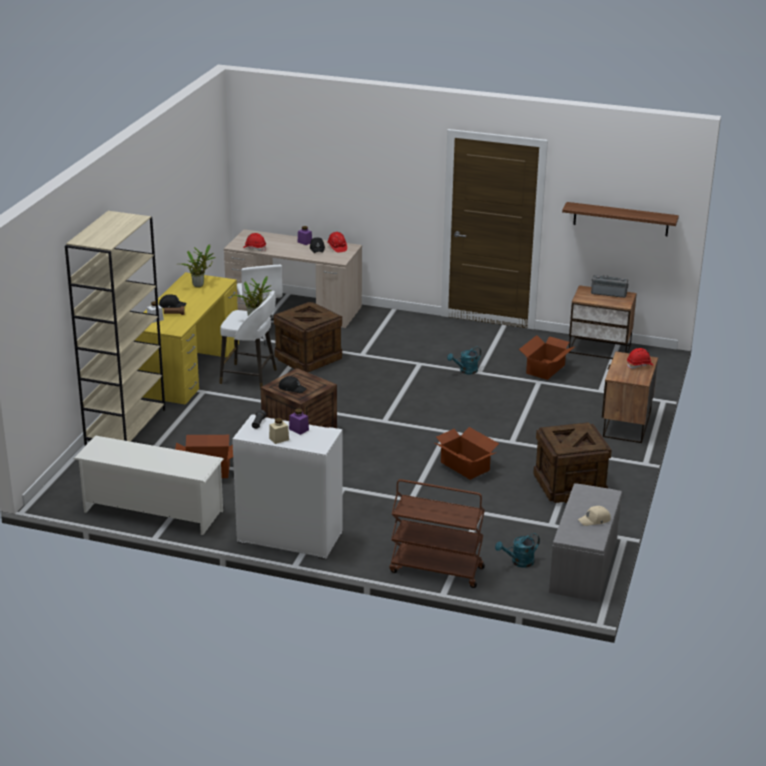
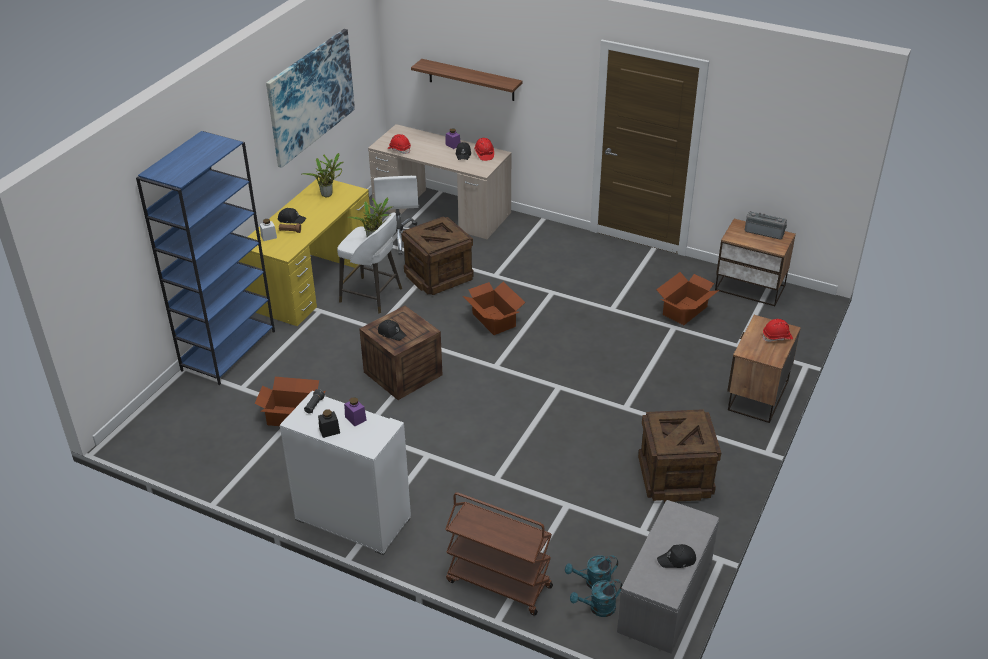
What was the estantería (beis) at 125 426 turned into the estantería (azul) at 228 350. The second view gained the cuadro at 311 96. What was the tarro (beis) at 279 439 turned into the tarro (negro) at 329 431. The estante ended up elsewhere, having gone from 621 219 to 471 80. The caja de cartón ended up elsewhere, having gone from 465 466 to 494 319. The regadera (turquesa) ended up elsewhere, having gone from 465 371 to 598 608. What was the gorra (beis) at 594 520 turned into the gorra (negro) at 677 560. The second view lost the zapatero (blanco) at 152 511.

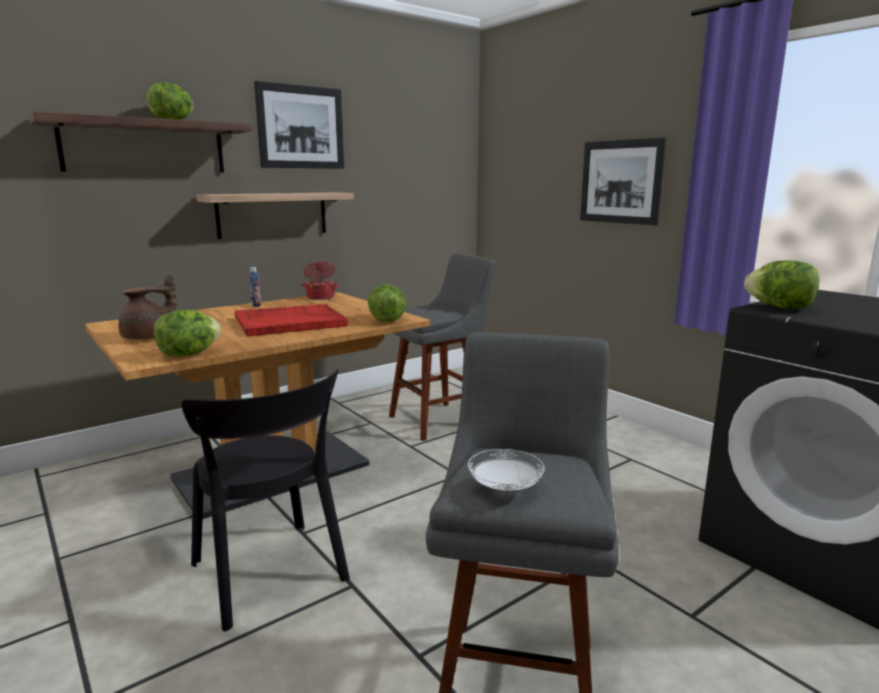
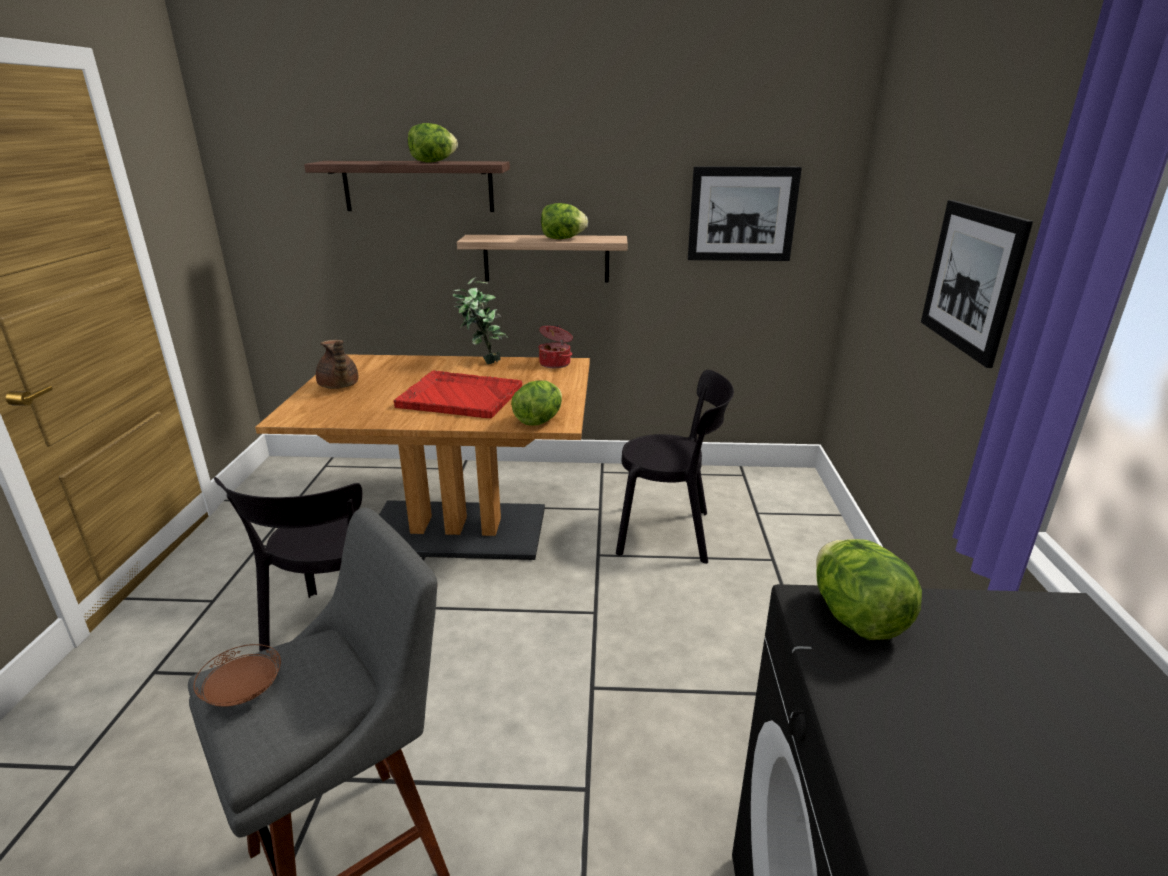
What was the plato (blanco) at 504 488 turned into the plato (marrón) at 243 691. The tetera (marrón) at 149 337 ended up facing another way, 60 degrees clockwise from before. Where the botella stood at 256 305, the planta en maceta came to stand at 482 362. The lechuga ended up elsewhere, having gone from 189 354 to 562 239. Where the taburete (gris) stood at 440 419, the silla (negro) came to stand at 669 533. The cuadro ended up elsewhere, having gone from 301 127 to 742 214.

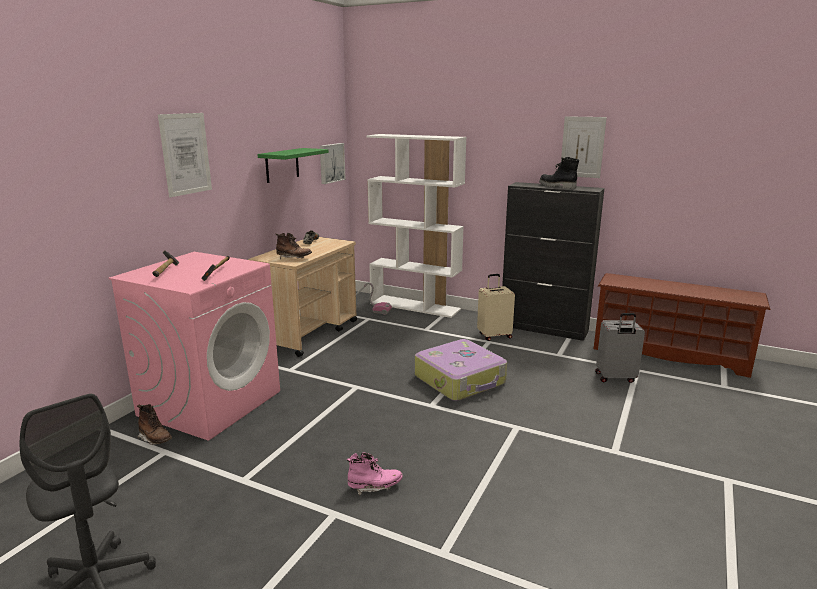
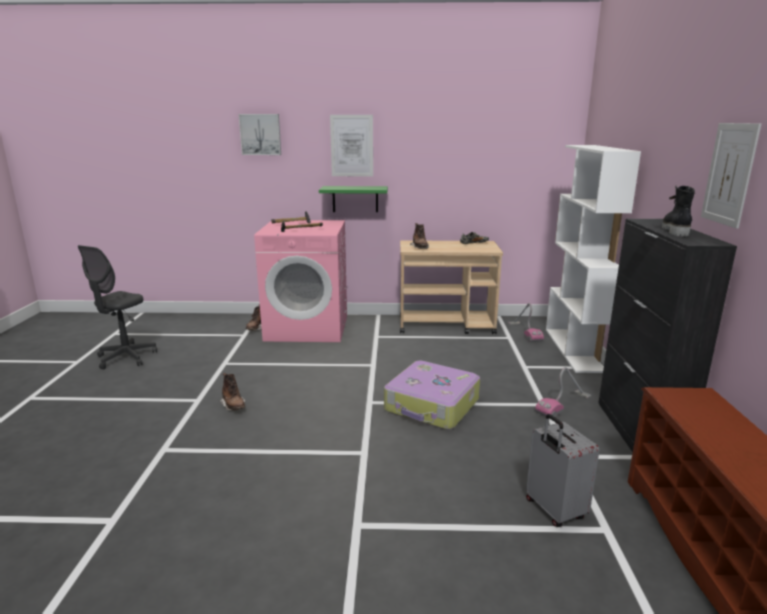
What was the bota (rosa) at 374 487 turned into the bota (marrón) at 234 406. The cuadro ended up elsewhere, having gone from 331 163 to 260 134. The estante (verde) ended up elsewhere, having gone from 282 165 to 355 199. Where the maleta (beis) stood at 494 336, the aspiradora came to stand at 564 405.

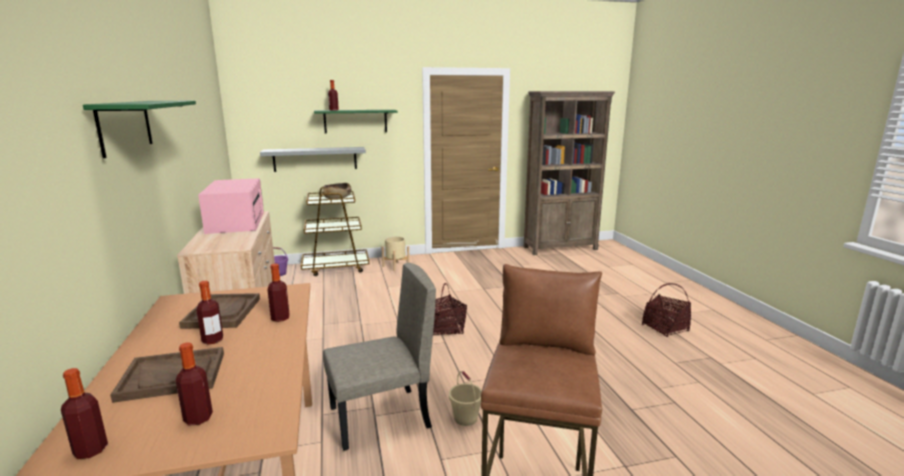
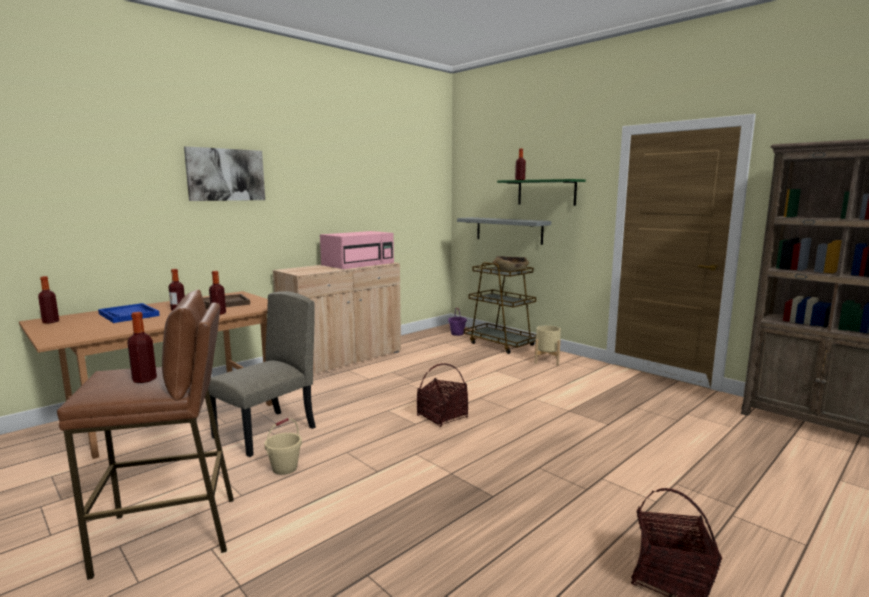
What was the bandeja (marrón) at 173 376 turned into the bandeja (azul) at 129 315. The botella ended up elsewhere, having gone from 198 418 to 144 380. Where the estante (verde) hung at 125 126, the cuadro came to hang at 226 174. The silla (beis) at 380 418 ended up facing another way, 90 degrees counterclockwise from before.

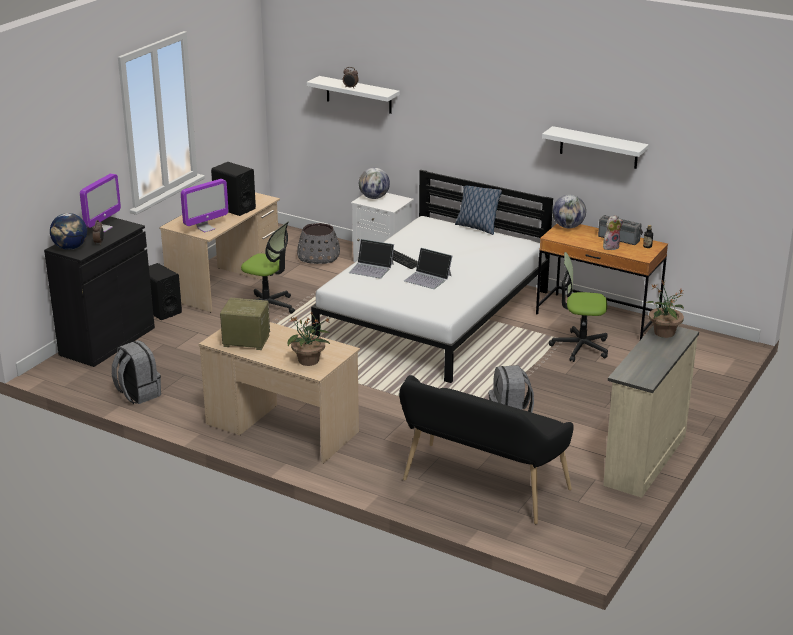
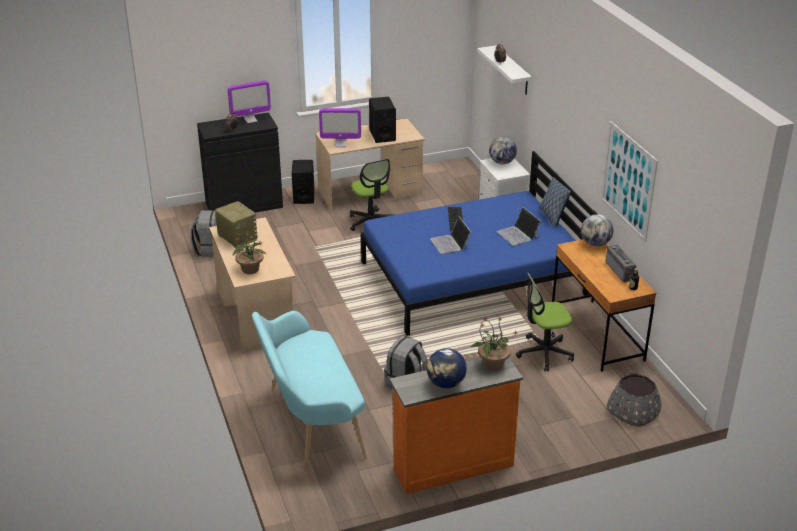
What was the banco (negro) at 480 487 turned into the banco (turquesa) at 310 423. What was the cama (blanco) at 434 316 turned into the cama (azul) at 472 279. What was the cómoda (beis) at 643 460 turned into the cómoda (naranja) at 452 466. The globo terráqueo ended up elsewhere, having gone from 70 248 to 446 383. The portátil ended up elsewhere, having gone from 371 268 to 518 234. The silla de oficina at 580 347 ended up facing another way, 60 degrees counterclockwise from before. Where the estante (blanco) hung at 598 148, the cuadro came to hang at 628 181. The maceta (gris) ended up elsewhere, having gone from 318 257 to 633 411. The second view lost the peluche at 611 246.

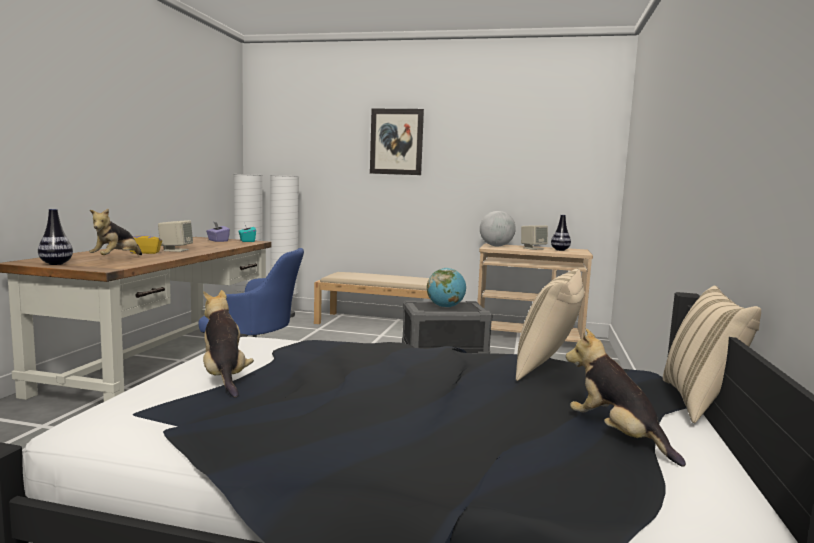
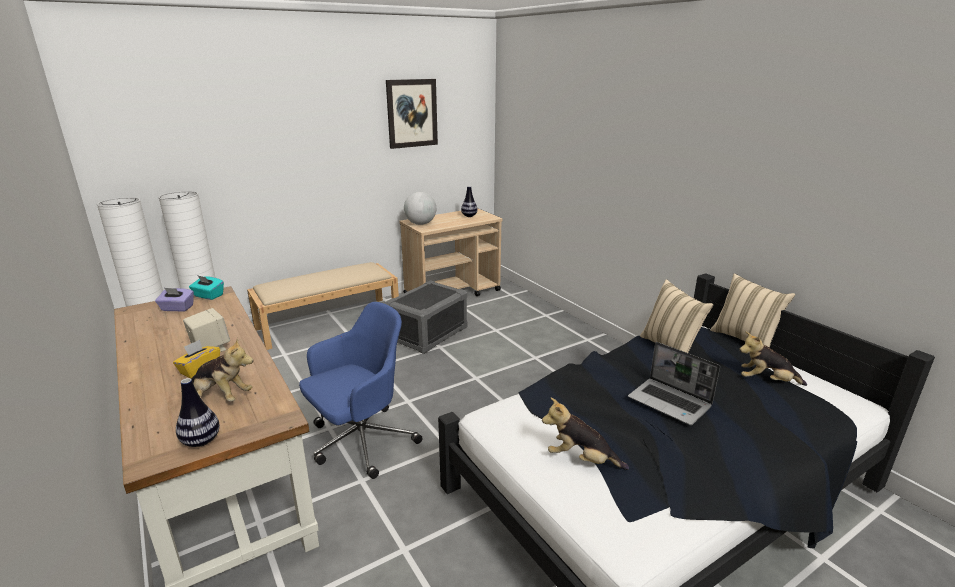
The peluche at 116 259 ended up facing another way, 45 degrees counterclockwise from before. The cuadro ended up elsewhere, having gone from 396 142 to 412 113. The second view gained the portátil at 670 402. The second view lost the globo terráqueo at 445 307. The second view lost the altavoz (beis) at 533 248.

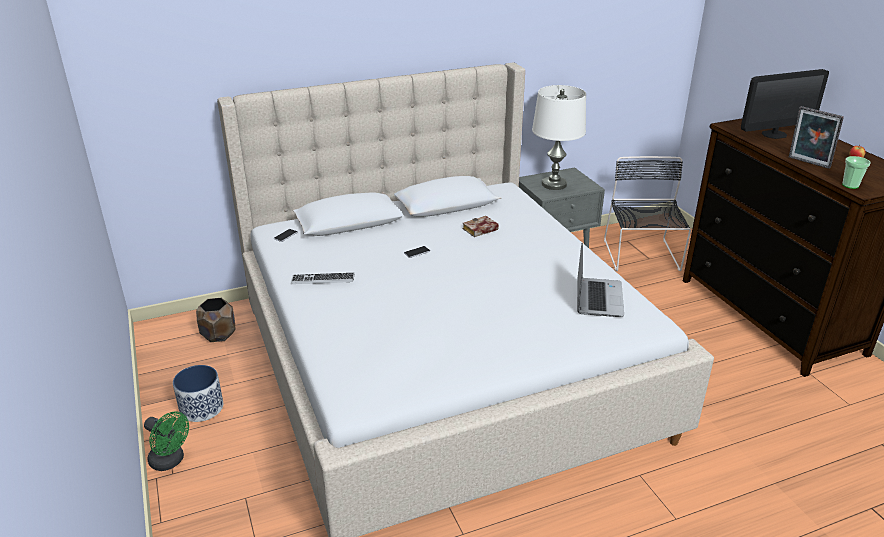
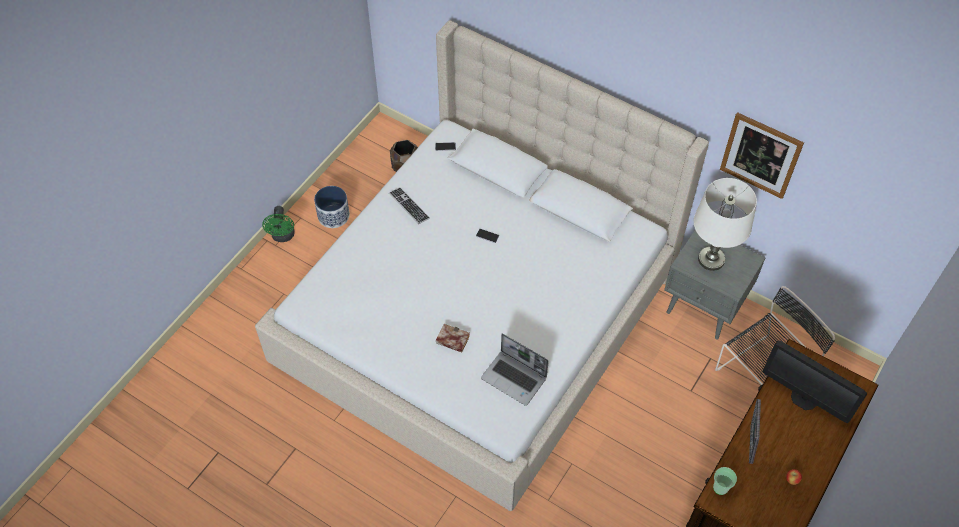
The libro ended up elsewhere, having gone from 479 230 to 451 340. The portátil at 598 298 ended up facing another way, 60 degrees clockwise from before. The second view gained the cuadro at 760 155.

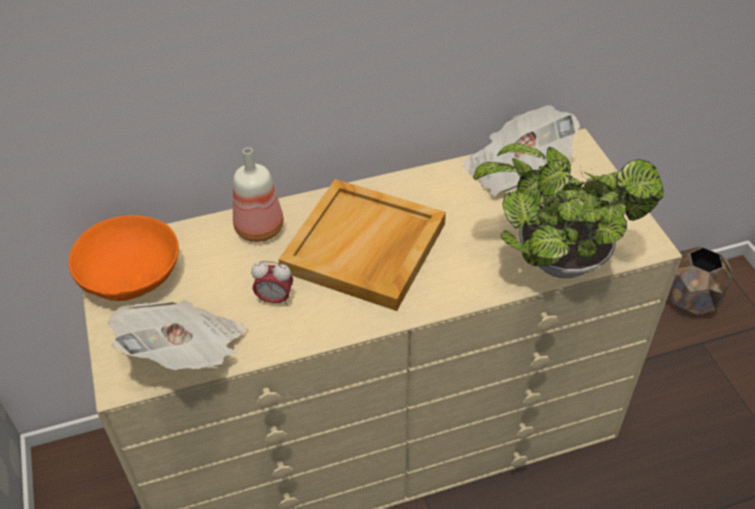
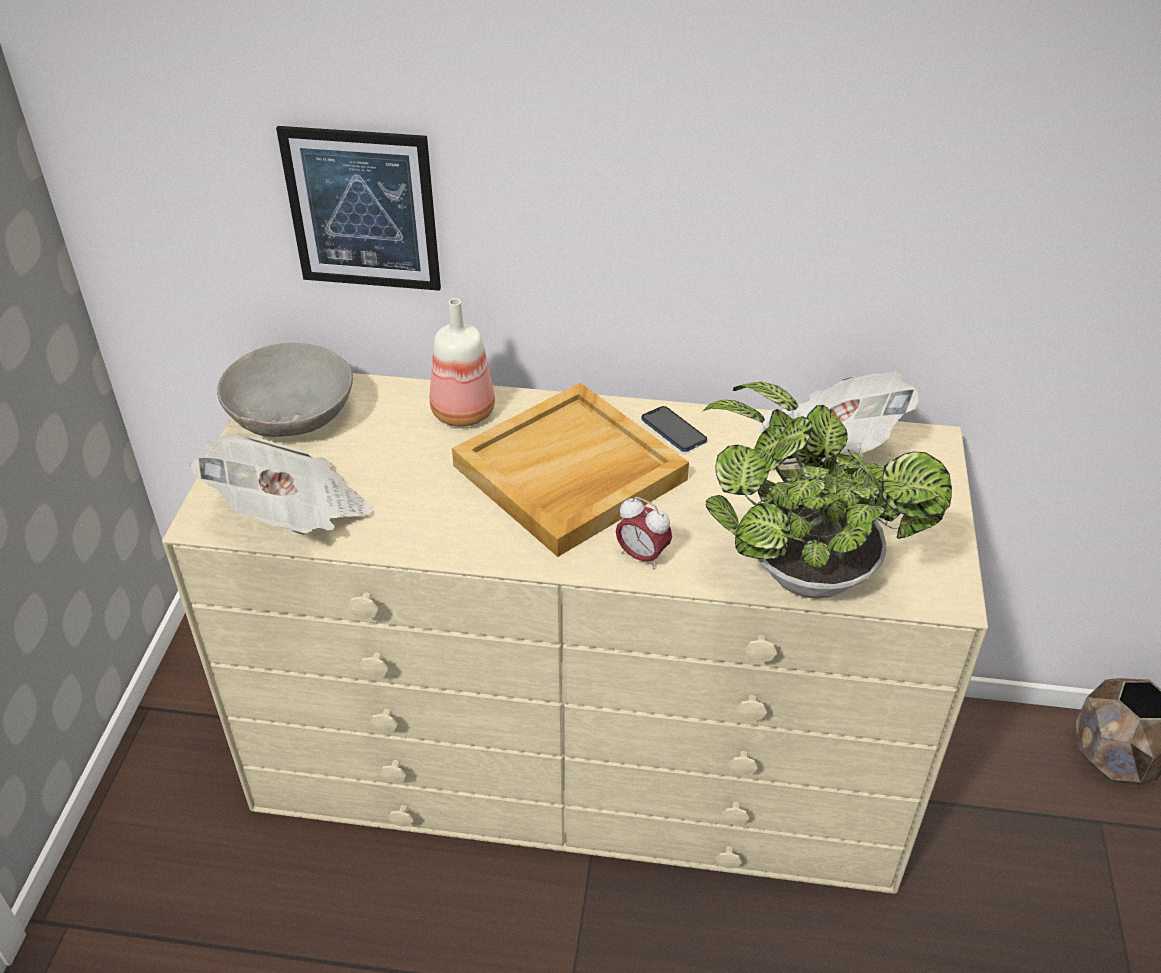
What was the cuenco (naranja) at 132 275 turned into the cuenco (gris) at 292 415. The second view gained the cuadro at 362 210. The despertador ended up elsewhere, having gone from 275 299 to 642 556. The second view gained the móvil at 673 430.

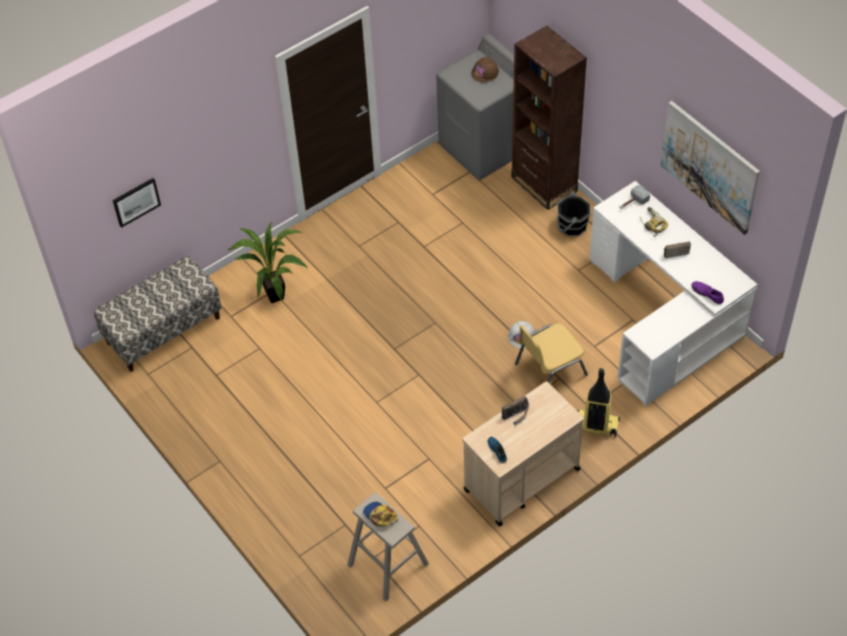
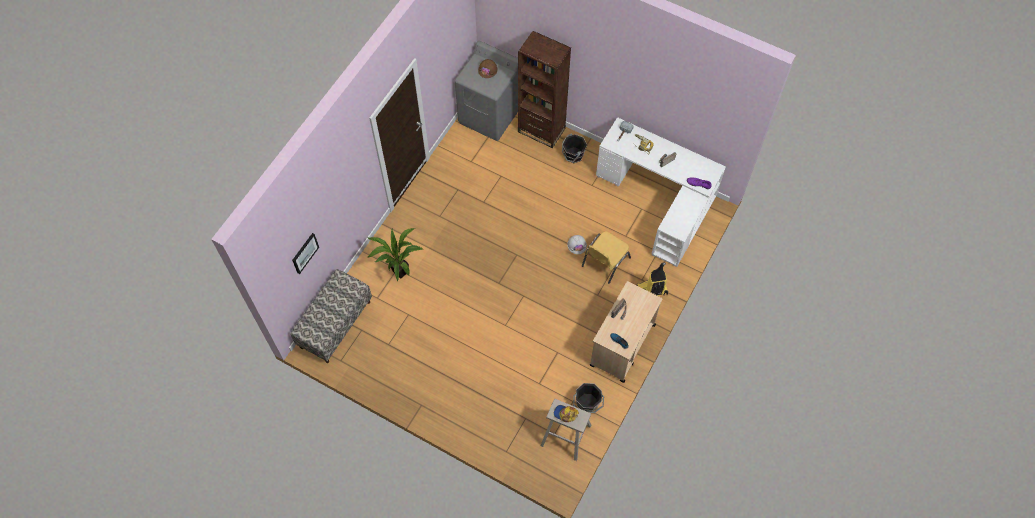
The second view gained the cubo (negro) at 587 403. The second view lost the cuadro at 709 167.

